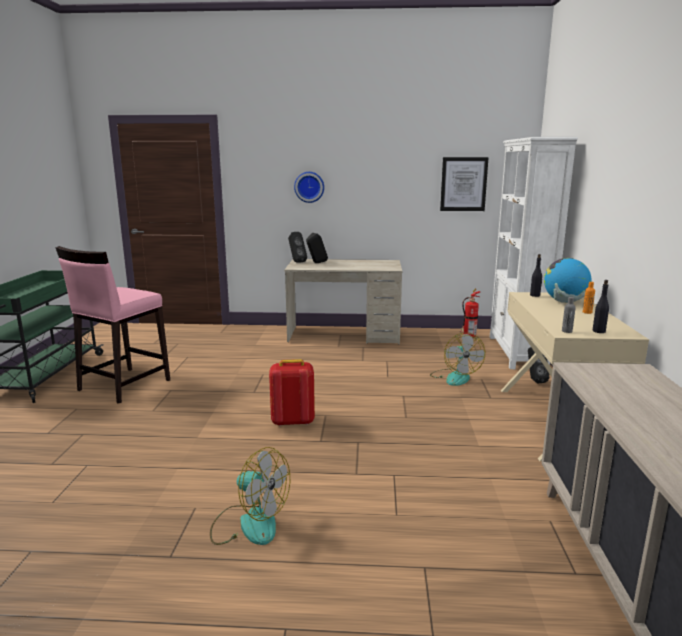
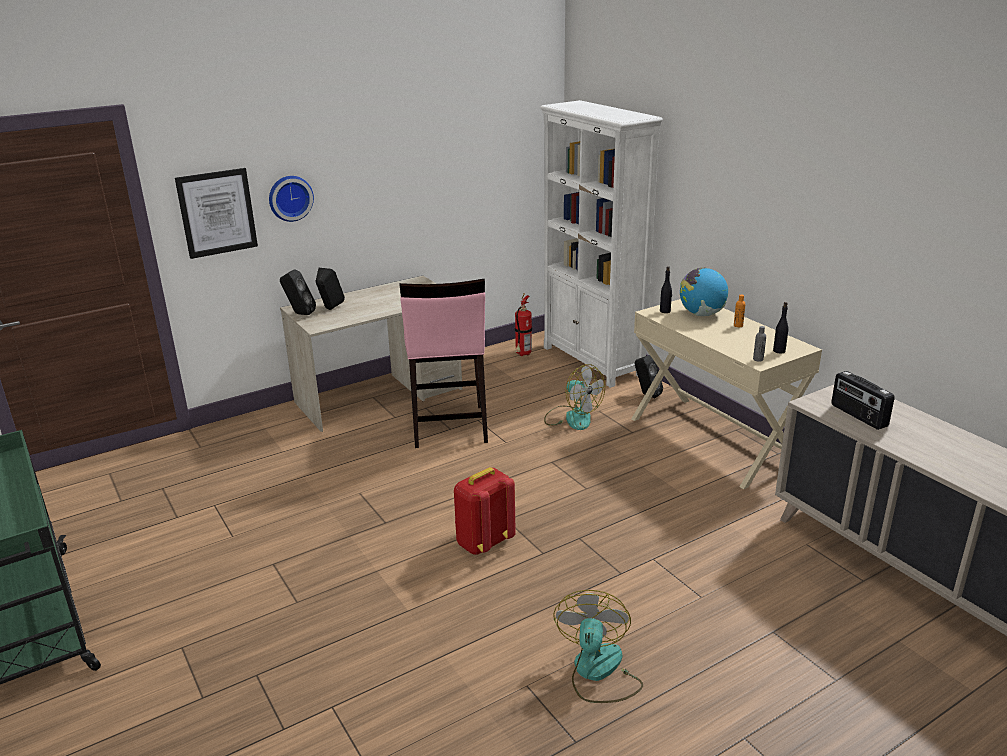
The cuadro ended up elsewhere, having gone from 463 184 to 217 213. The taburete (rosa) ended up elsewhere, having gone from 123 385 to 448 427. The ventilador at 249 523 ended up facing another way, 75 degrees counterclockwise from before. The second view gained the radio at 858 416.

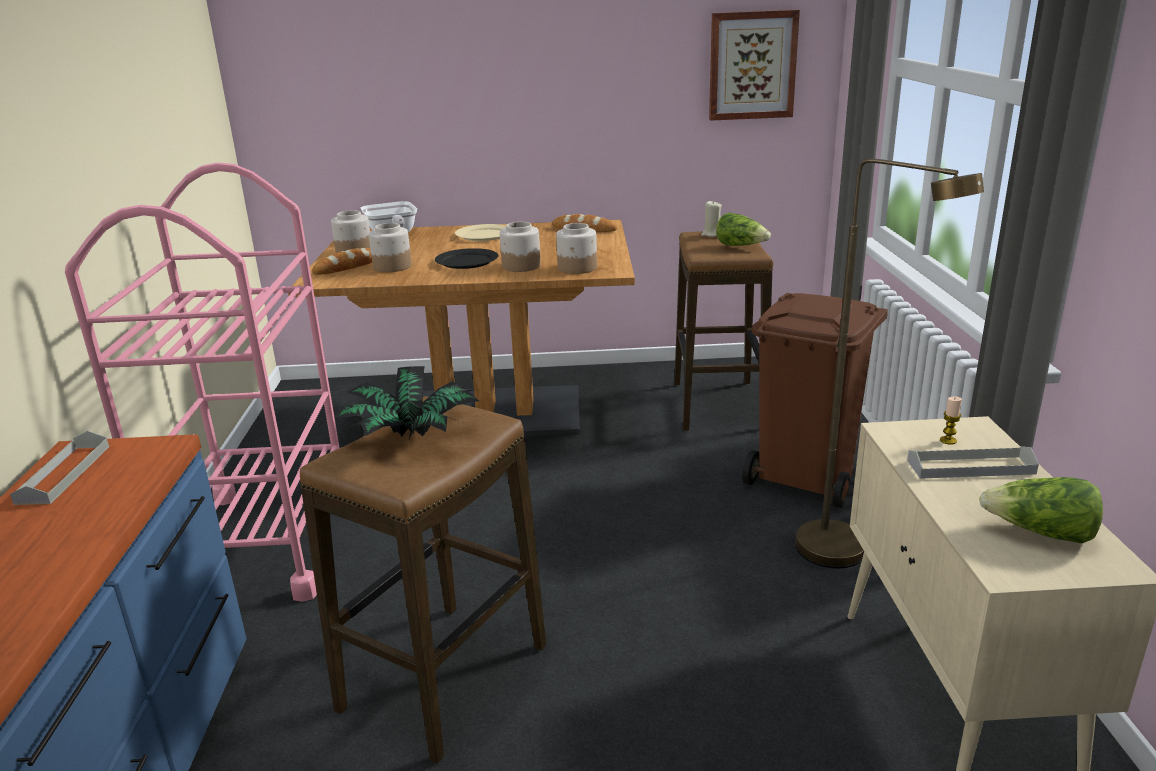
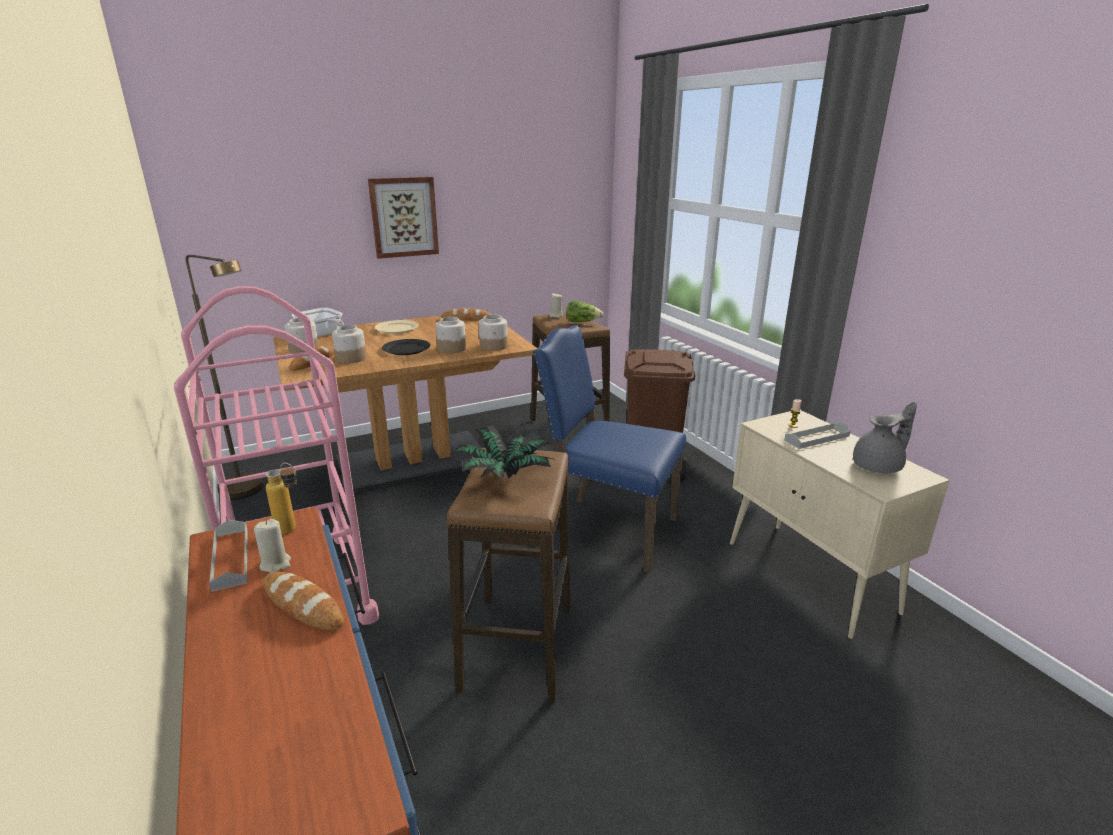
The lámpara de pie (marrón) ended up elsewhere, having gone from 848 556 to 250 491. The second view gained the vela (beis) at 275 563. The second view gained the pan at 303 605. The second view gained the botella at 292 531. The cuadro ended up elsewhere, having gone from 752 65 to 404 217. The second view gained the silla (azul) at 608 529. Where the lechuga stood at 1040 533, the tetera (gris) came to stand at 879 466.

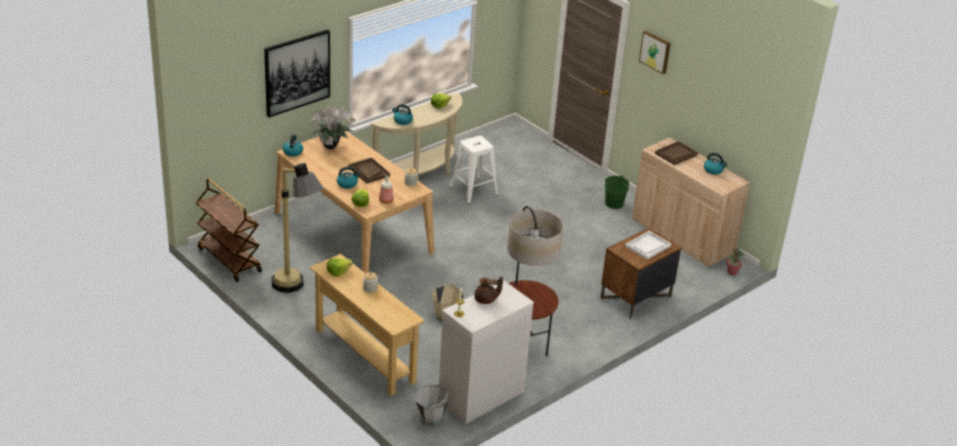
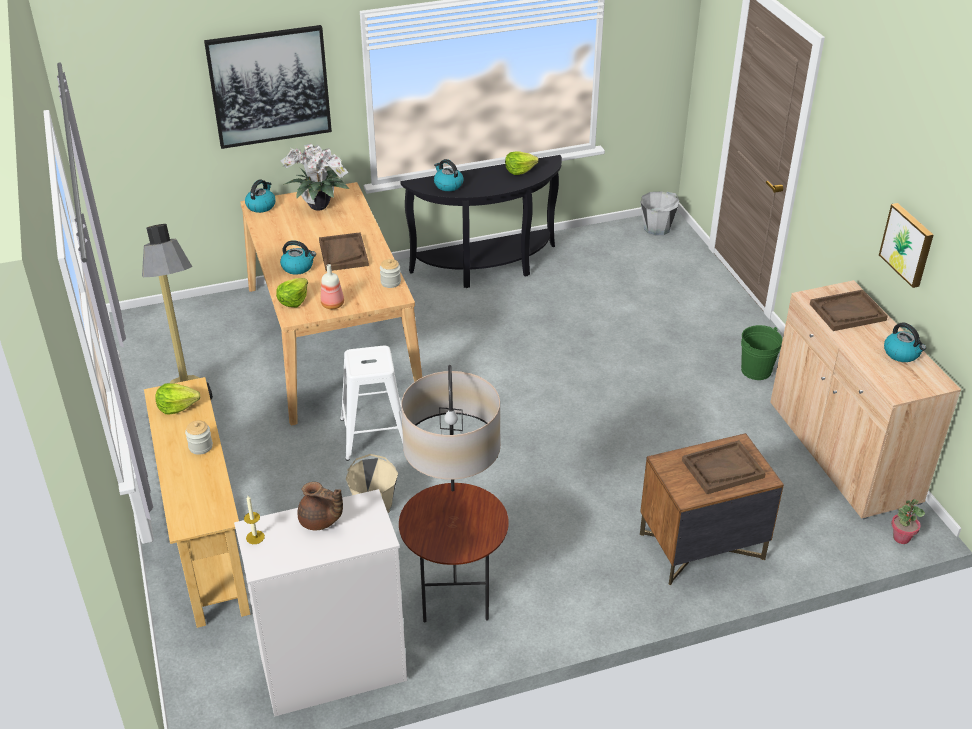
The taburete (blanco) ended up elsewhere, having gone from 473 191 to 373 435. What was the mesa consola (beis) at 422 173 turned into the mesa consola (negro) at 488 268. The cubo (gris) ended up elsewhere, having gone from 430 418 to 657 228. What was the bandeja (blanco) at 647 246 turned into the bandeja (marrón) at 722 469. The cuadro ended up elsewhere, having gone from 655 51 to 908 244. The second view lost the carrito (marrón) at 229 260.

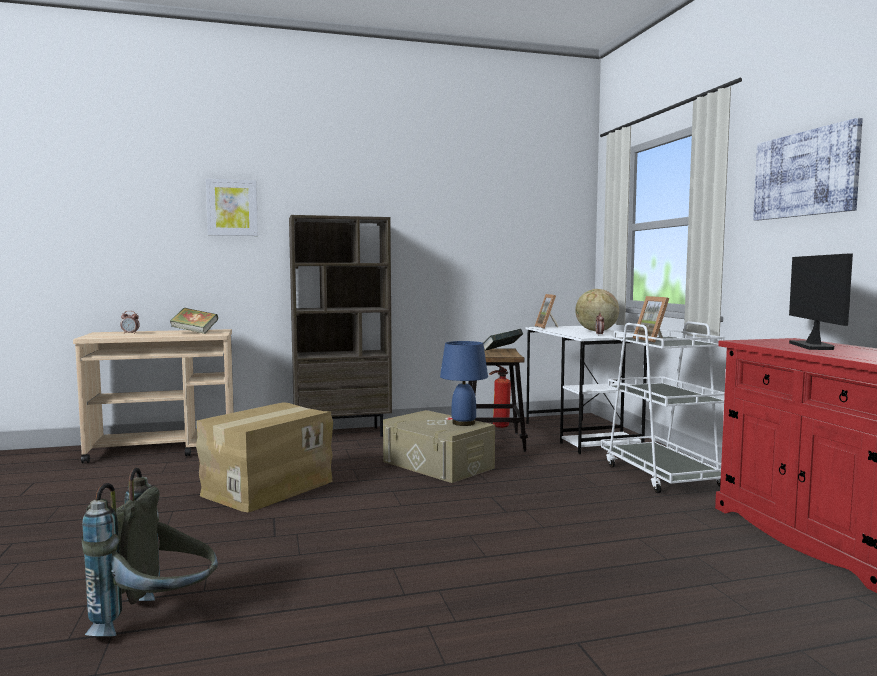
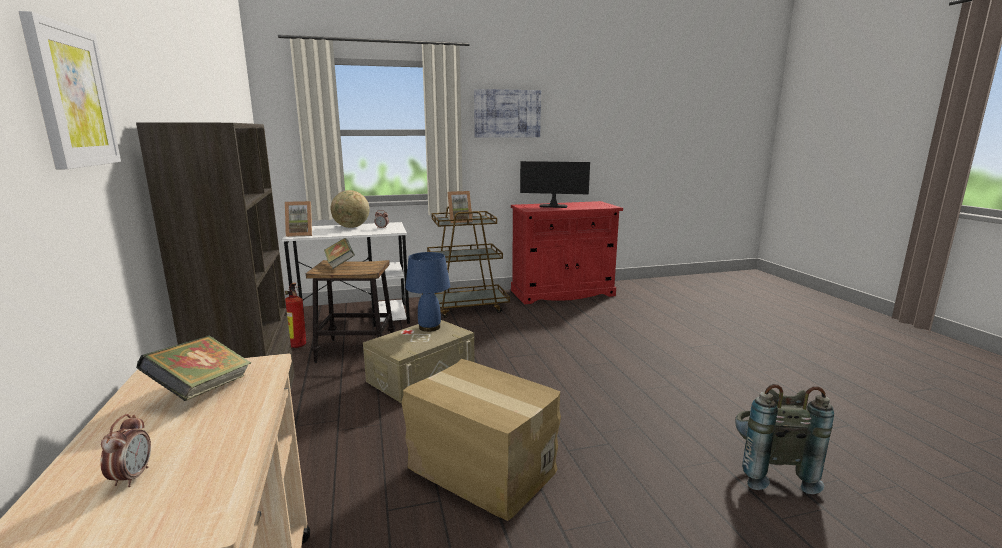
What was the carrito (blanco) at 661 475 turned into the carrito (marrón) at 465 307.

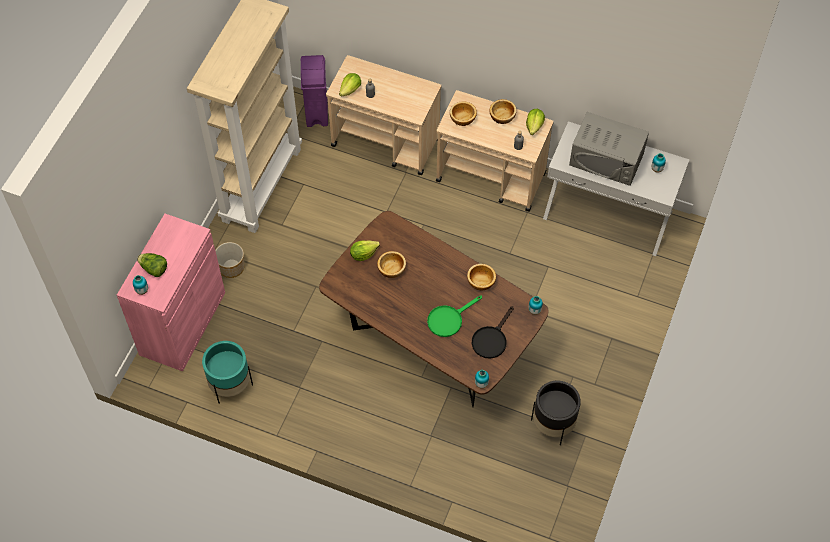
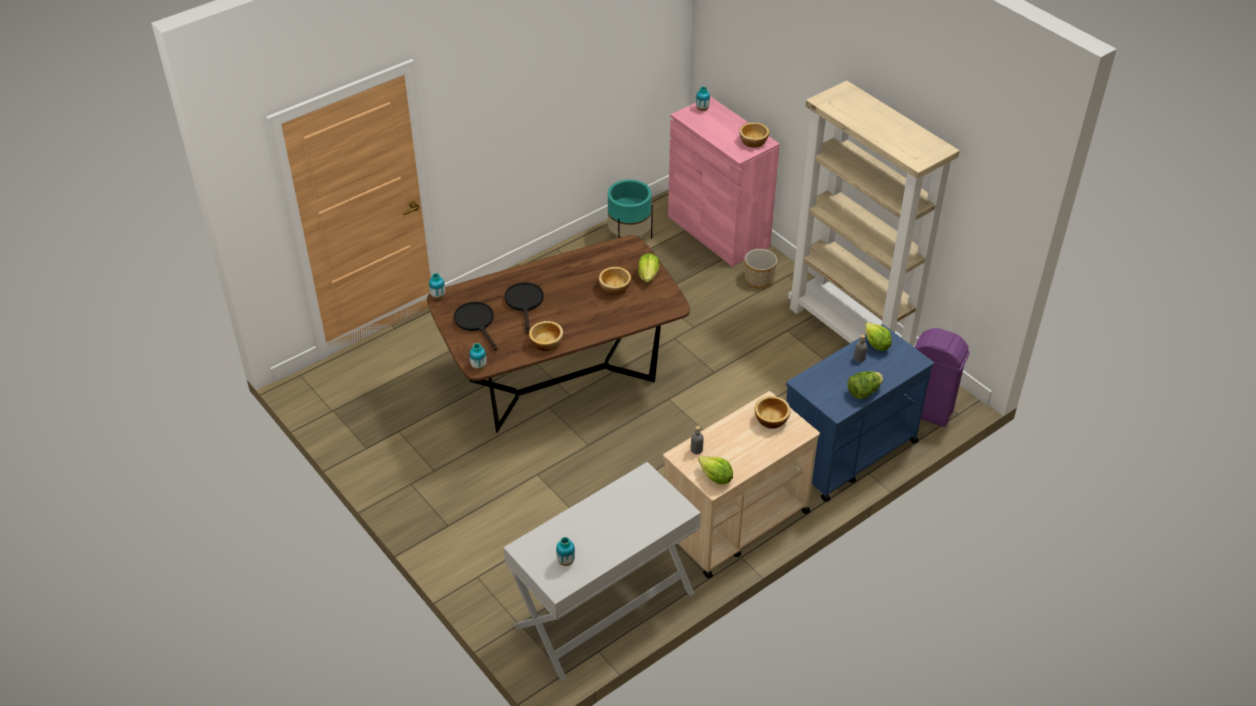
What was the sartén (verde) at 448 319 turned into the sartén (negro) at 525 303. The cuenco ended up elsewhere, having gone from 502 116 to 753 142. What was the carrito (beis) at 386 142 turned into the carrito (azul) at 847 452. The lechuga ended up elsewhere, having gone from 154 269 to 863 392. The second view lost the maceta (negro) at 553 425. The second view lost the microondas (gris) at 606 159.

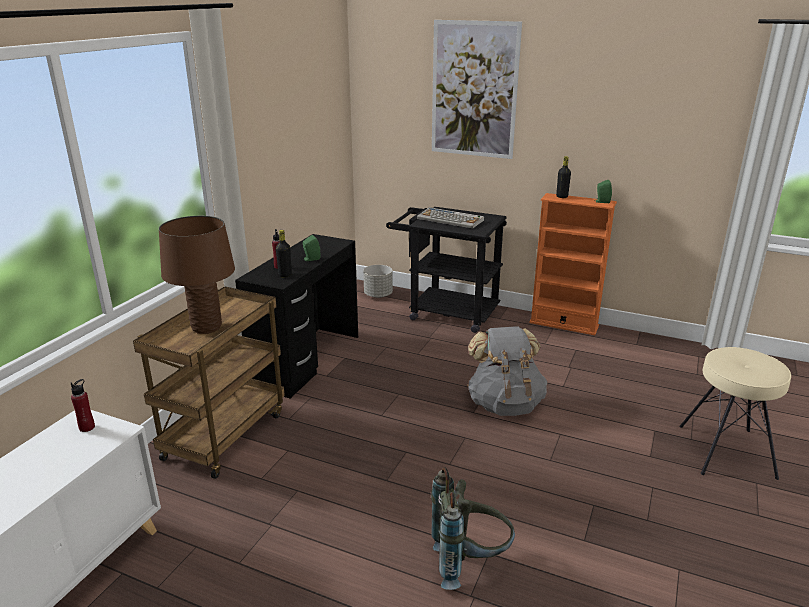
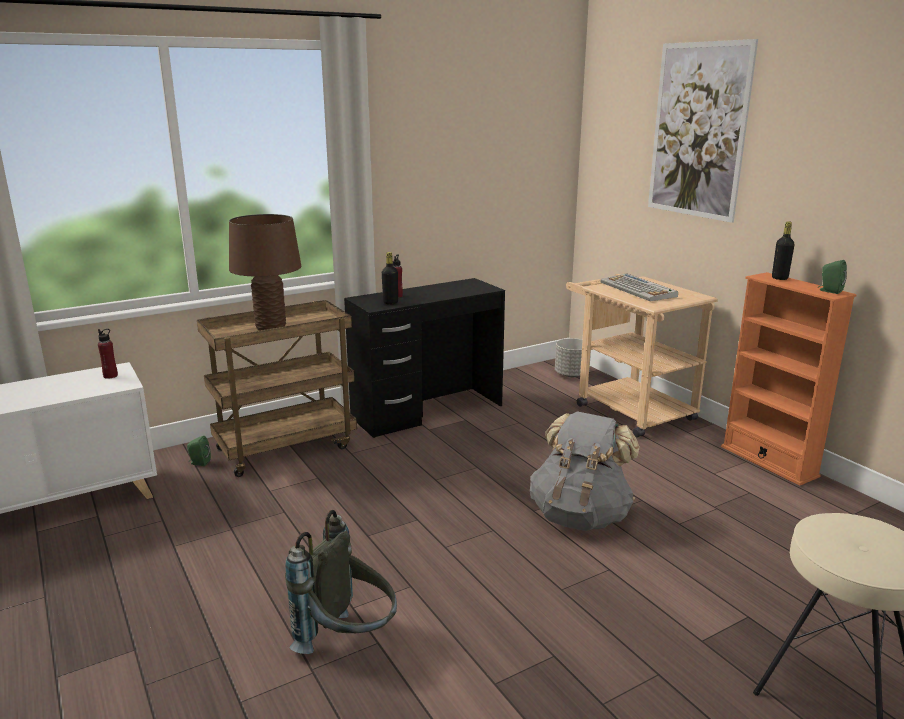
The altavoz (verde) ended up elsewhere, having gone from 311 259 to 199 463. What was the carrito (negro) at 445 312 turned into the carrito (beis) at 627 409.

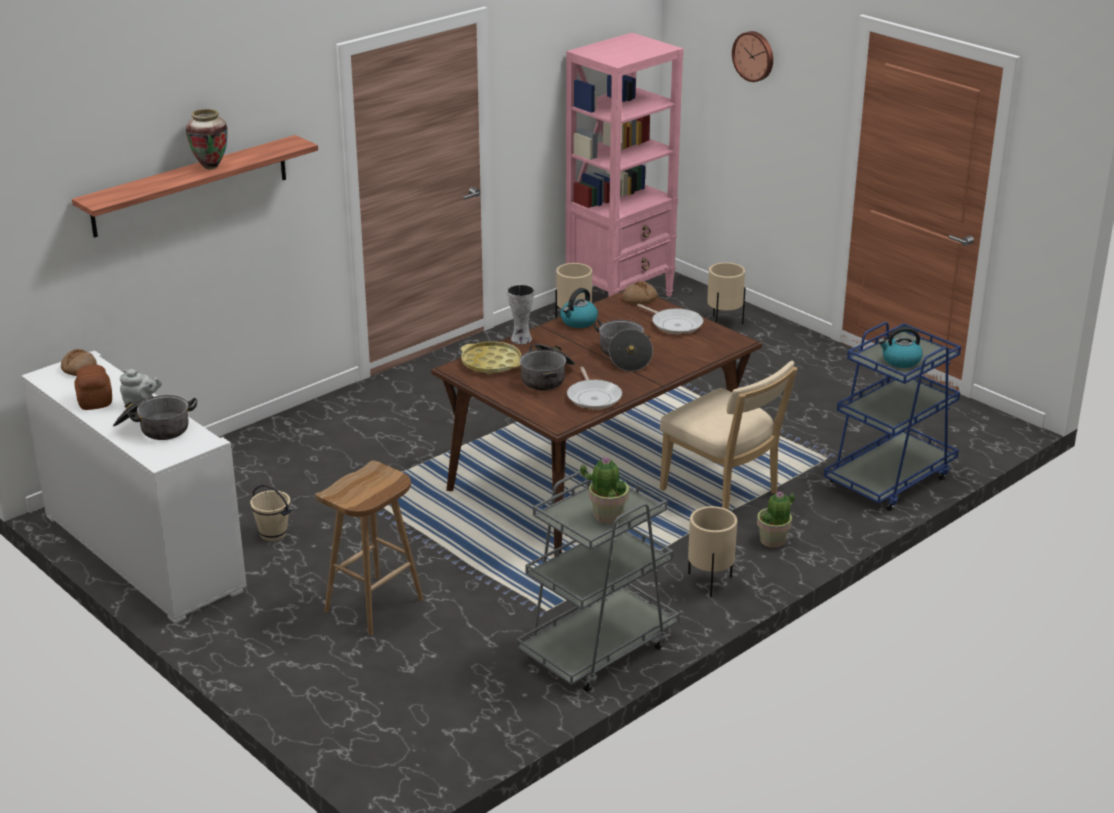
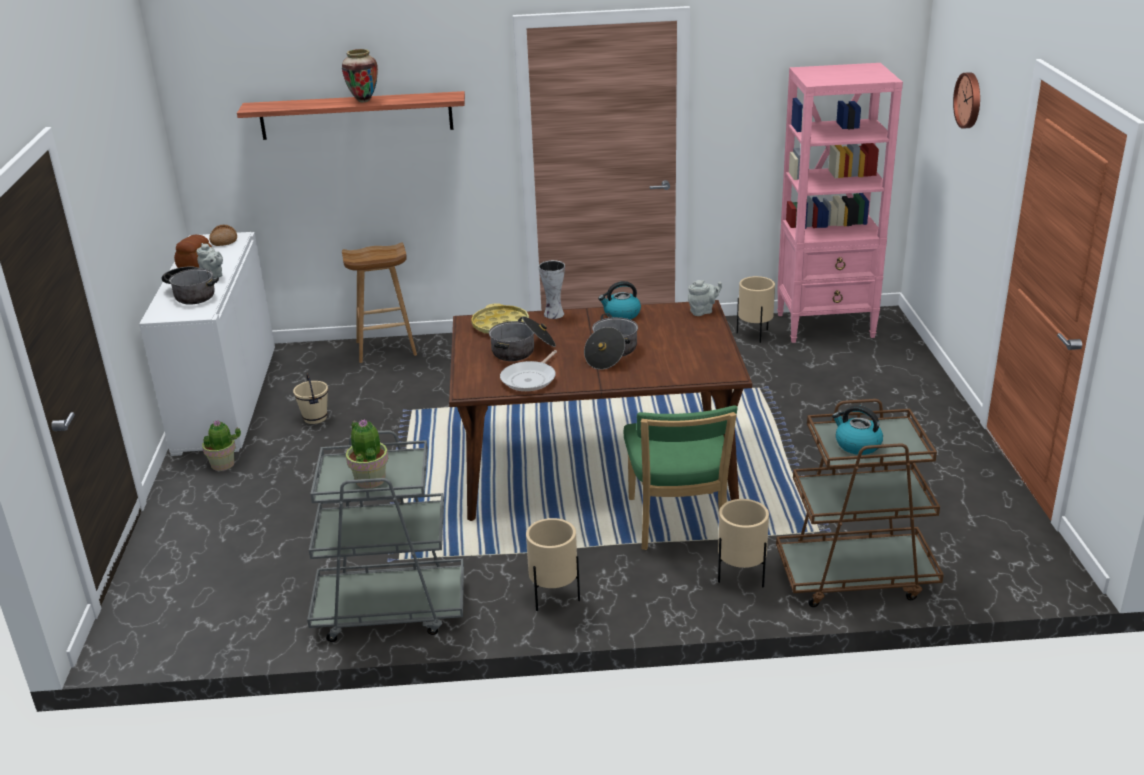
The planta en maceta ended up elsewhere, having gone from 773 540 to 223 464. The taburete (marrón) ended up elsewhere, having gone from 374 606 to 385 349. What was the silla (beis) at 723 494 turned into the silla (verde) at 677 524. Where the pan stood at 639 299, the tetera (gris) came to stand at 703 311. The maceta (beis) ended up elsewhere, having gone from 724 323 to 741 577. What was the carrito (azul) at 889 479 turned into the carrito (marrón) at 854 576. The second view lost the sartén at 674 324.

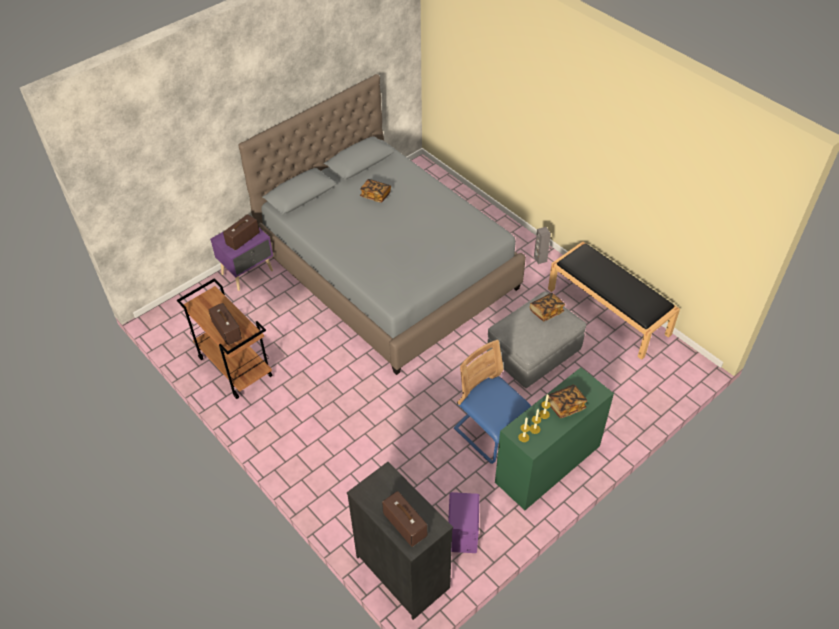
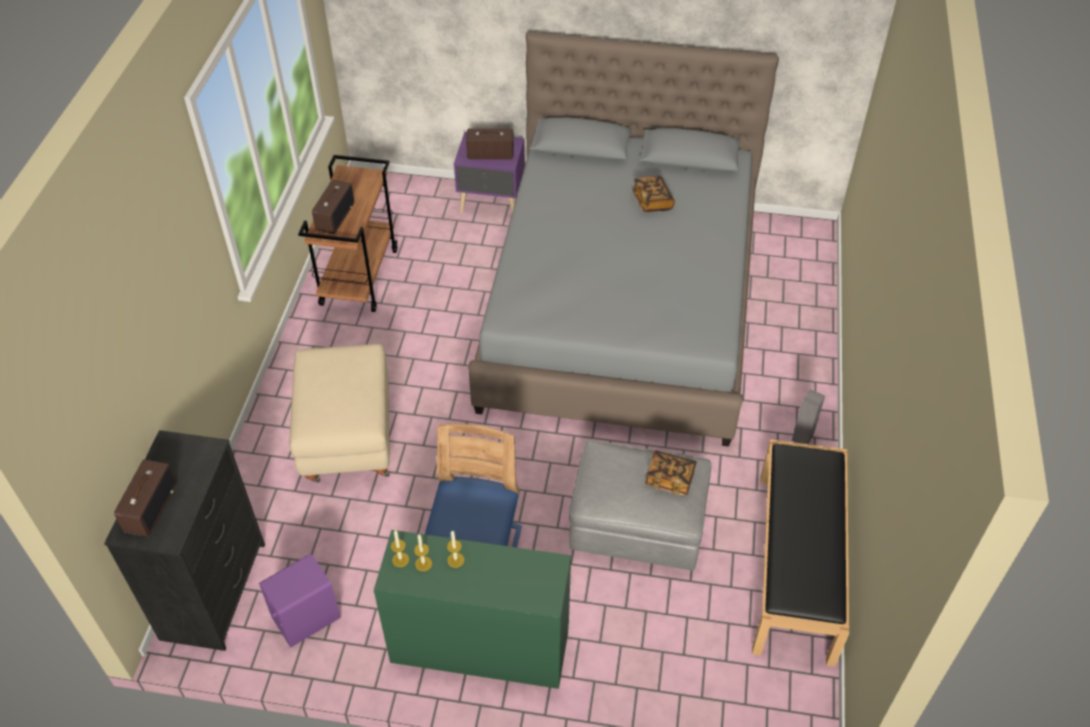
The second view gained the puf (beis) at 347 438. The second view lost the libro at 565 406.

